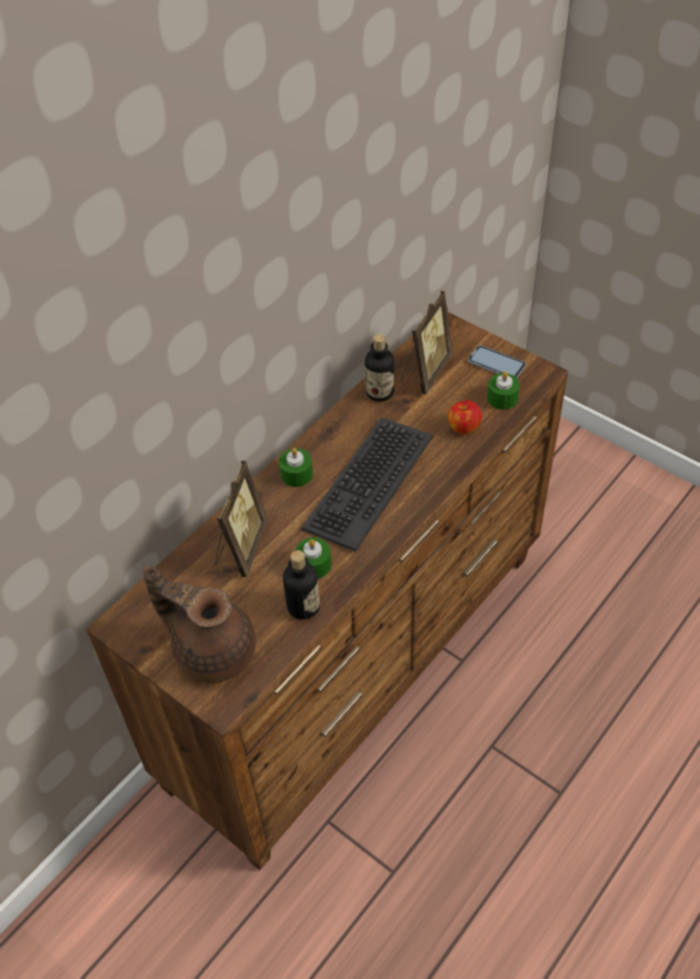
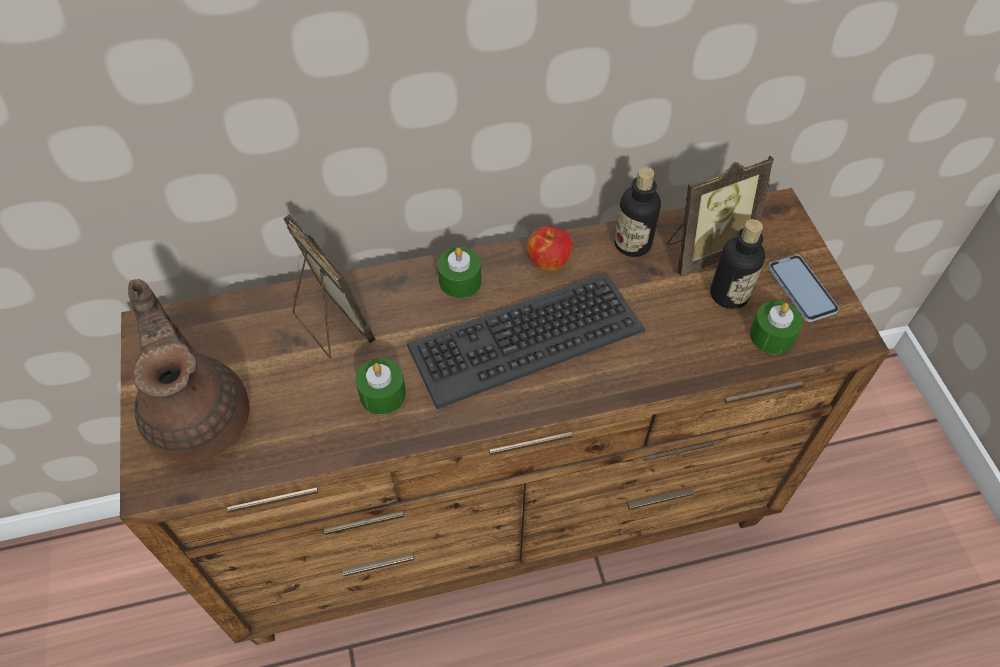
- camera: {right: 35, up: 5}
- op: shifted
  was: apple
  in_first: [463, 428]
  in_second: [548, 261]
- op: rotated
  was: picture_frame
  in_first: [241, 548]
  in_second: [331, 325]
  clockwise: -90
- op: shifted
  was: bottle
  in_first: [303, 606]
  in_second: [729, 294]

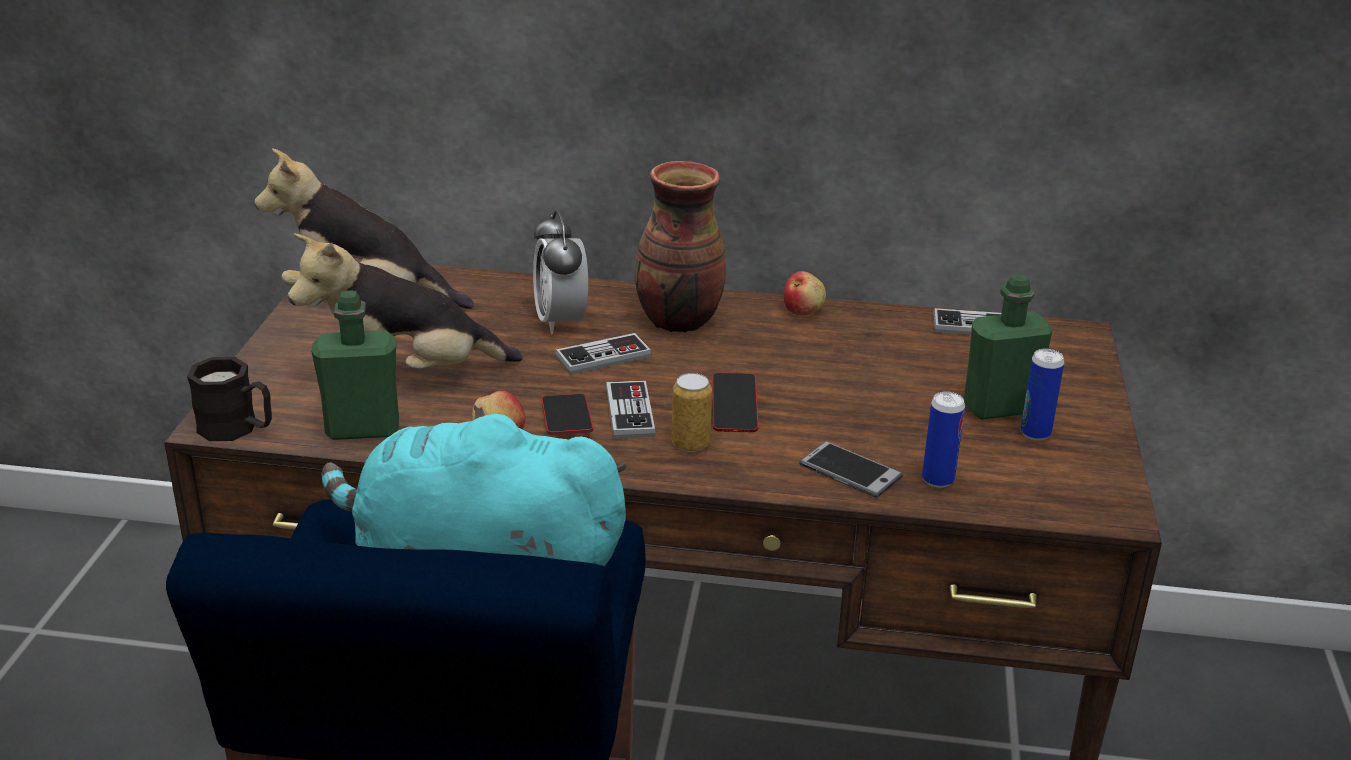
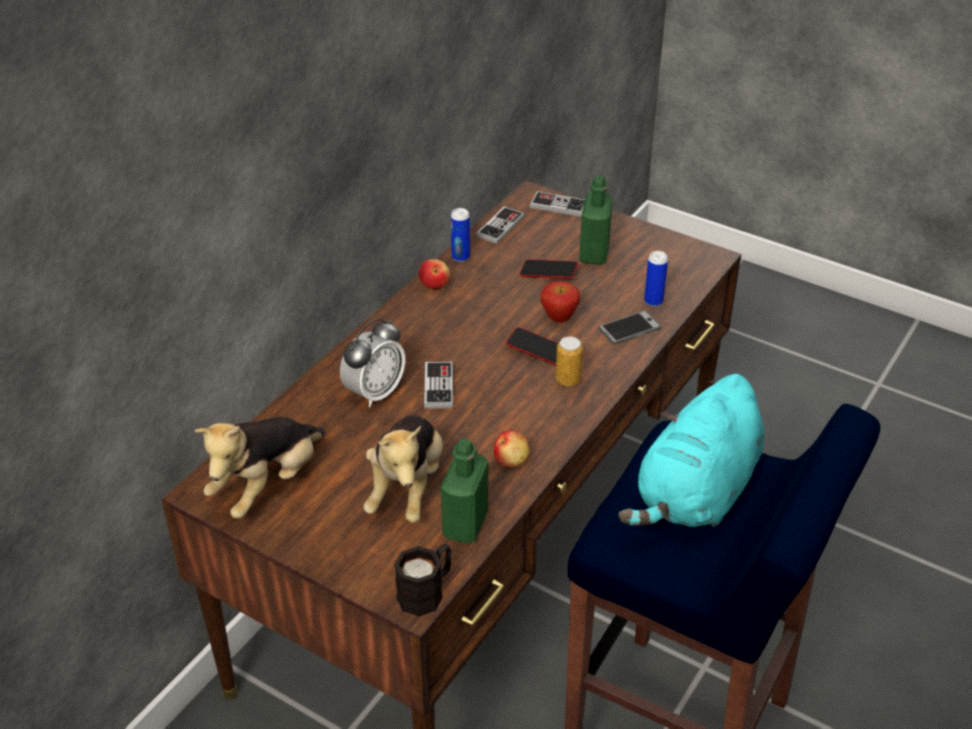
- camera: {right: -65, up: 10}
- op: gone
  was: vase
  in_first: [677, 320]
- op: rotated
  was: alarm_clock
  in_first: [561, 321]
  in_second: [374, 393]
  clockwise: -60
- op: shifted
  was: can
  in_first: [1035, 433]
  in_second: [460, 257]
- op: shifted
  was: game_controller
  in_first: [630, 412]
  in_second: [558, 206]
- op: shifted
  was: phone
  in_first: [566, 420]
  in_second: [548, 273]
- op: new
  now: apple
  in_second: [559, 318]

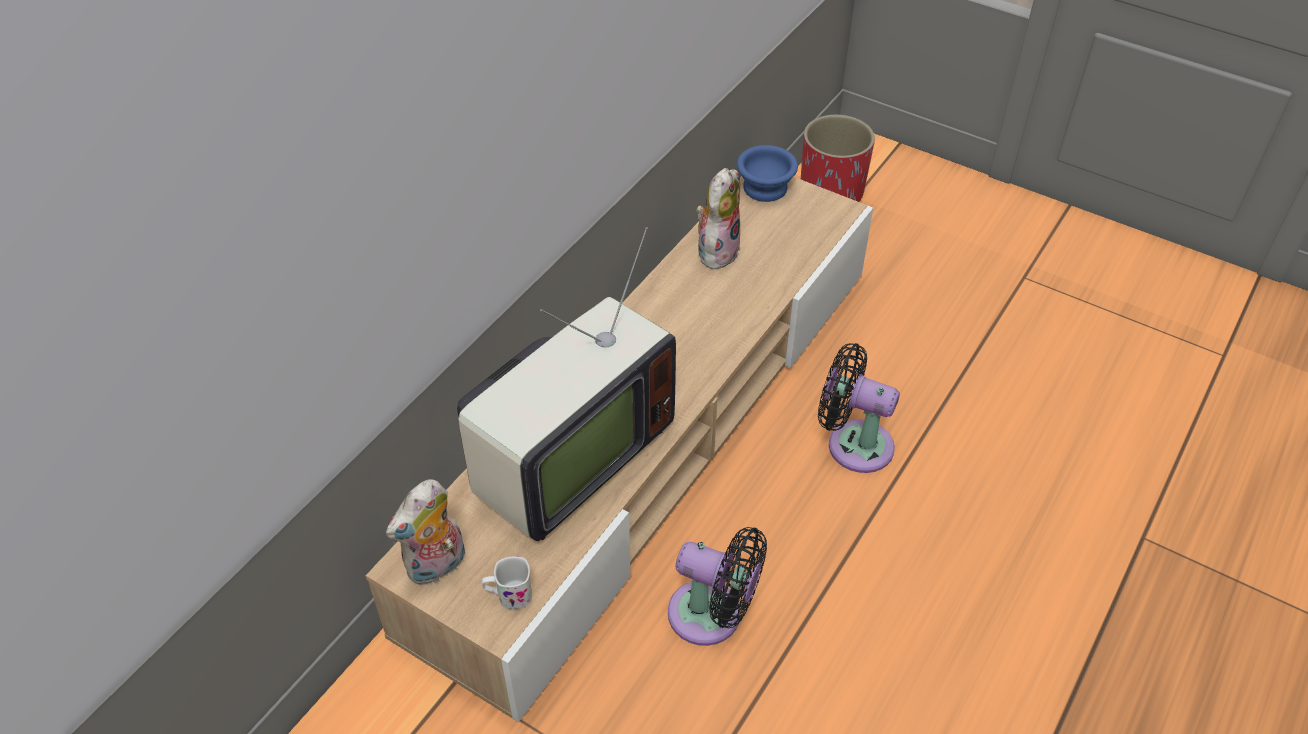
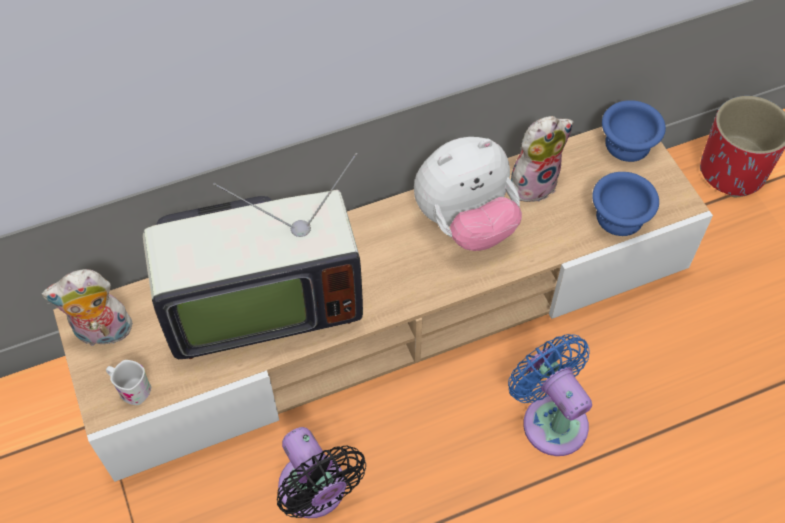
- camera: {right: 35, up: 10}
- op: repainted
  was: black_fan
  now: blue_fan
  in_first: [853, 444]
  in_second: [551, 418]
- op: new
  now: plush_toy
  in_second: [465, 223]
- op: new
  now: blue_bowl
  in_second: [617, 216]

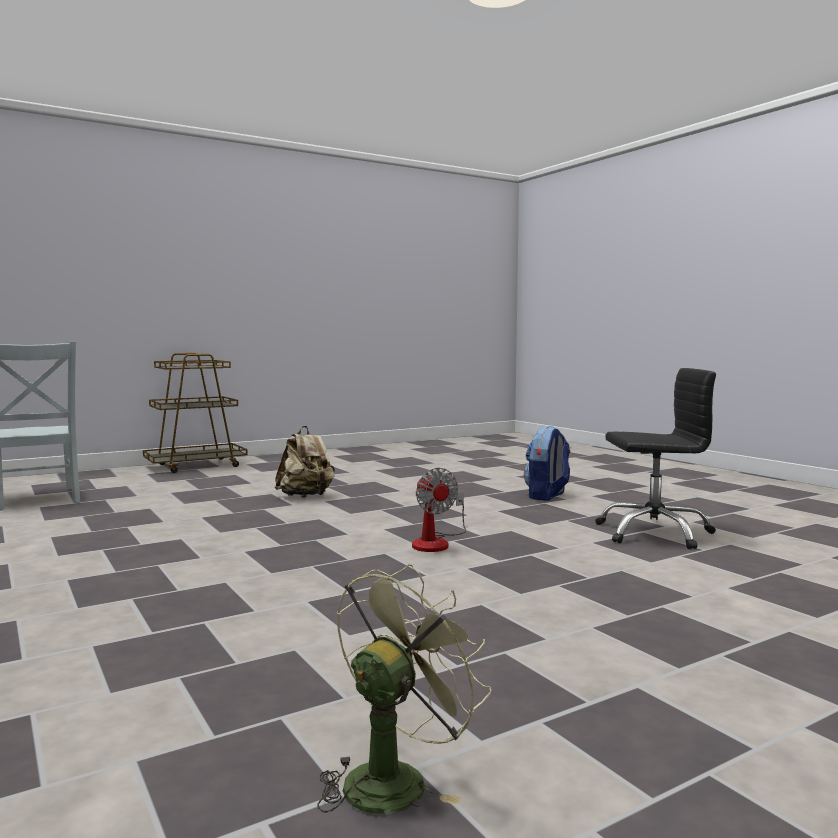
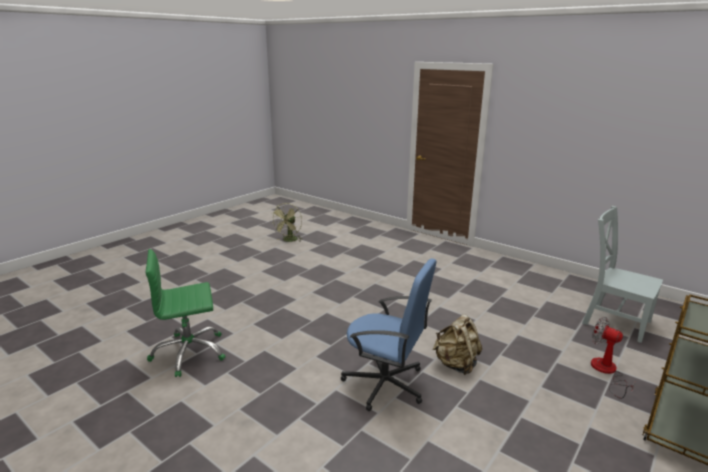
- camera: {right: 160, up: 15}
- op: repainted
  was: black_office_chair
  now: green_office_chair
  in_first: [654, 532]
  in_second: [189, 353]
- op: gone
  was: backpack
  in_first: [547, 496]
- op: shifted
  was: fan
  in_first: [436, 542]
  in_second: [606, 372]
- op: new
  now: blue_office_chair
  in_second: [385, 384]

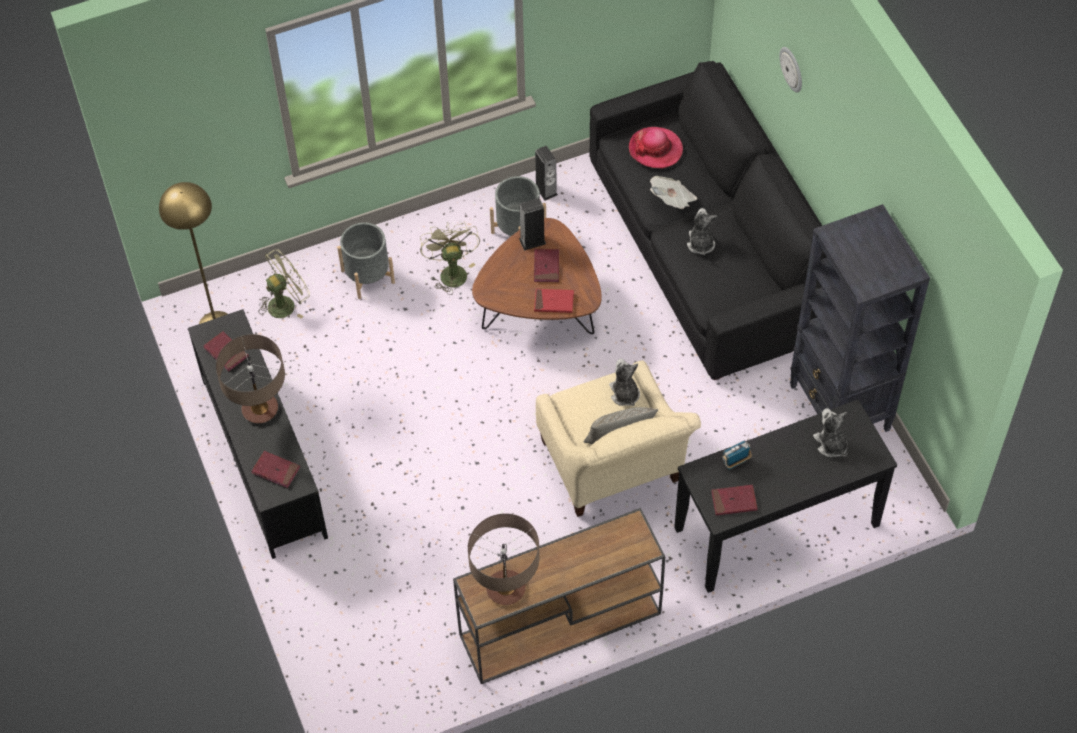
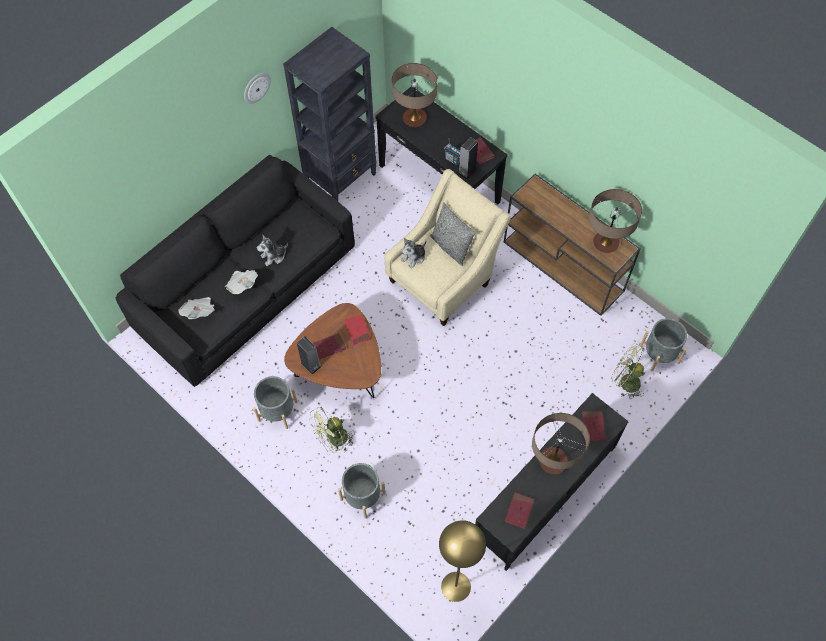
- camera: {right: -115, up: 5}
- op: shifted
  was: wall_clock
  in_first: [792, 69]
  in_second: [256, 87]
- op: swapped
  was: hat
  now: newspaper
  in_first: [655, 149]
  in_second: [199, 312]
- op: shifted
  was: speaker
  in_first: [546, 190]
  in_second: [467, 171]
- op: shifted
  was: green_fan
  in_first: [286, 303]
  in_second: [625, 382]
- op: swapped
  was: plush_toy
  now: table_lamp
  in_first: [830, 444]
  in_second: [414, 119]
- op: new
  now: grey_planter
  in_second: [659, 354]

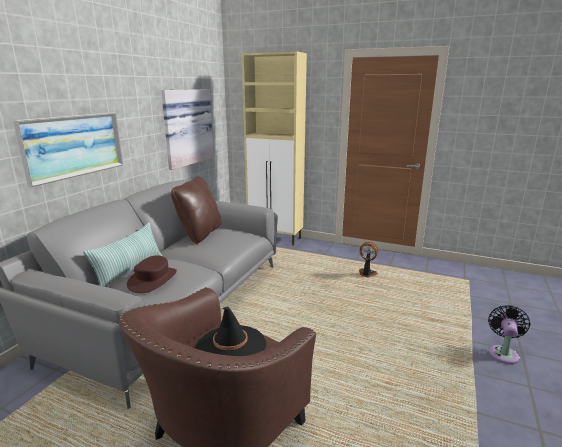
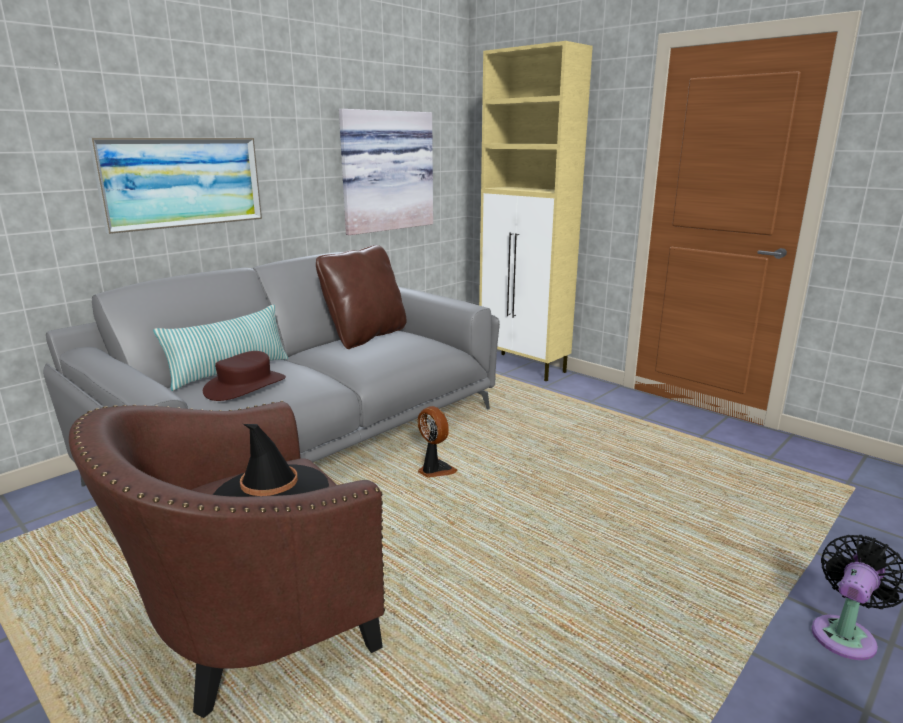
- camera: {right: 20, up: 0}
- op: shifted
  was: fan
  in_first: [367, 274]
  in_second: [435, 470]

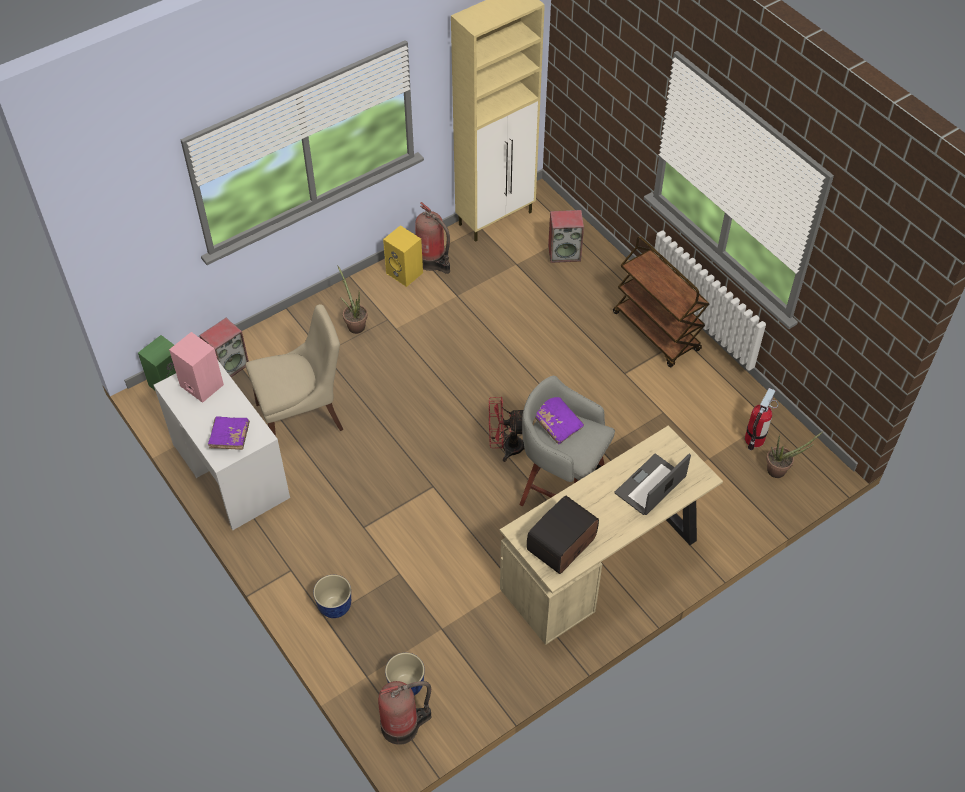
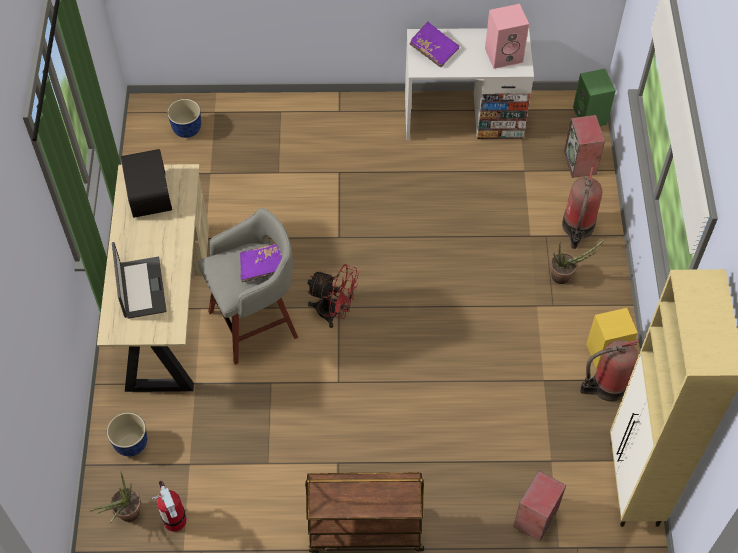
- camera: {right: 125, up: 5}
- op: gone
  was: beige_chair
  in_first: [303, 415]
- op: rotated
  was: red_fan
  in_first: [506, 447]
  in_second: [334, 312]
  clockwise: 75
- op: shifted
  was: planter
  in_first: [335, 607]
  in_second: [131, 444]
- op: shifted
  was: fire_extinguisher
  in_first: [403, 725]
  in_second: [577, 228]

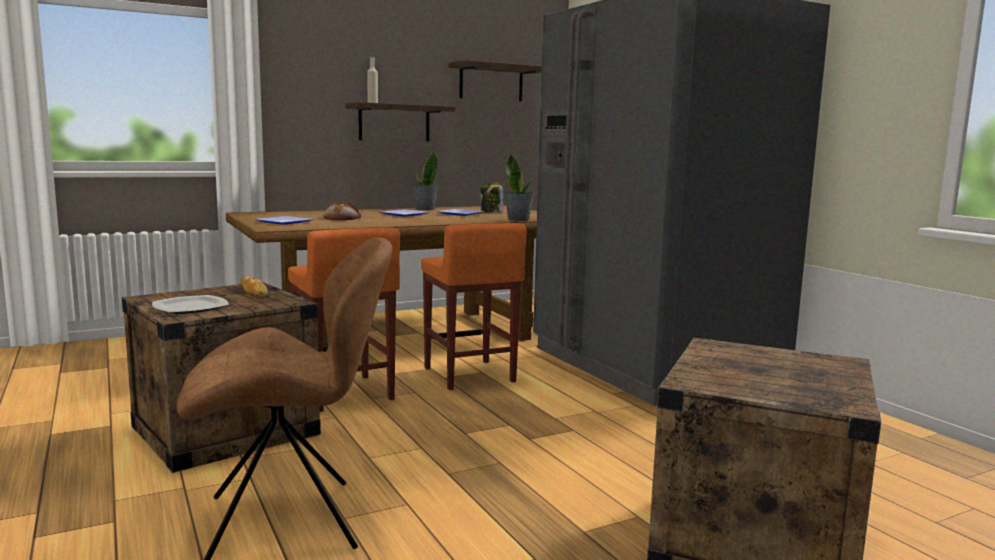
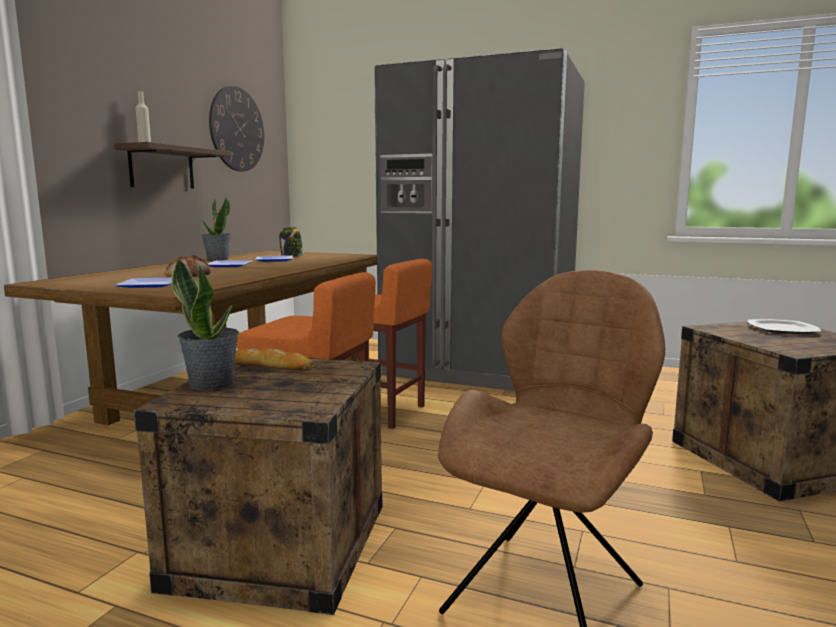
- camera: {right: -40, up: 0}
- op: swapped
  was: shelf
  now: wall_clock
  in_first: [491, 83]
  in_second: [237, 129]
- op: shifted
  was: potted_plant
  in_first: [518, 219]
  in_second: [212, 383]
- op: shifted
  was: plate
  in_first: [191, 307]
  in_second: [781, 329]

